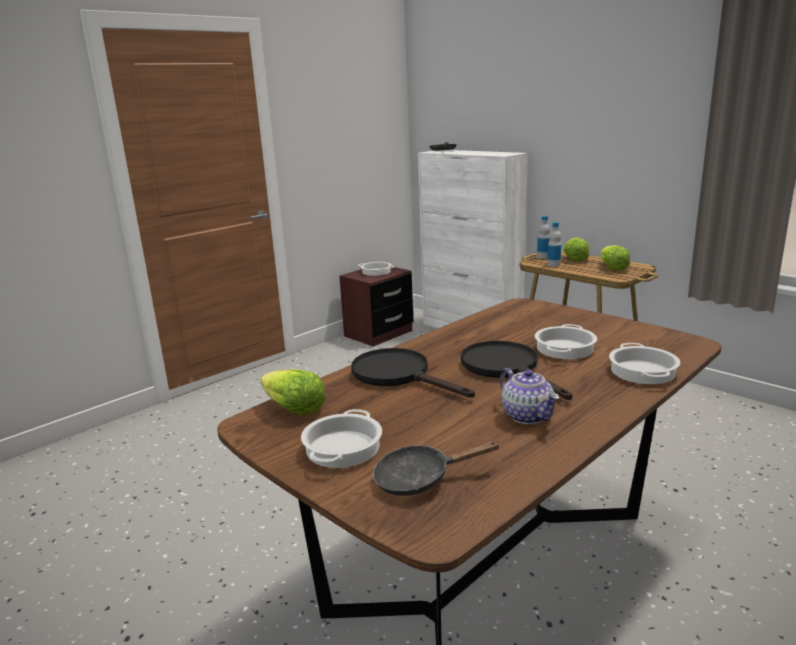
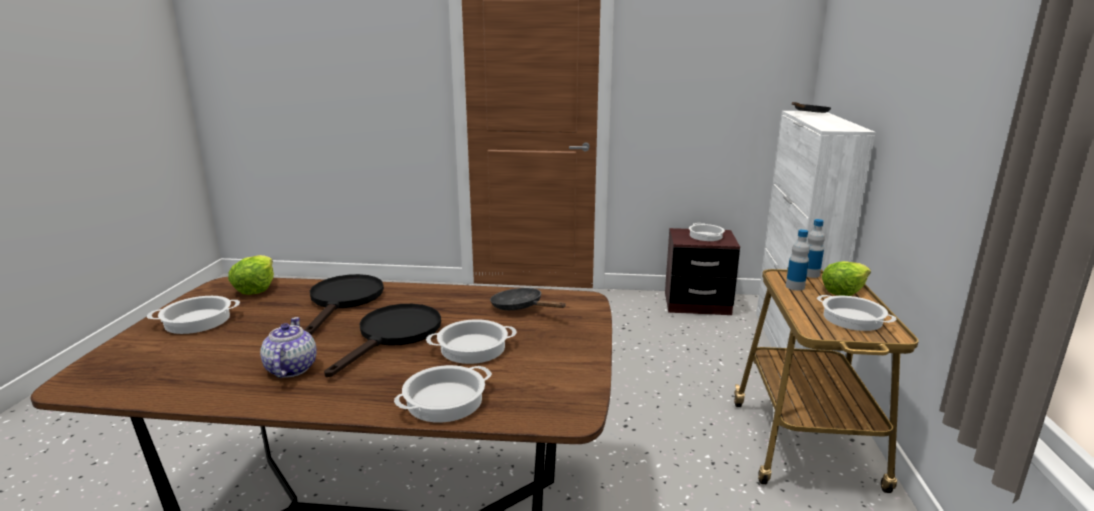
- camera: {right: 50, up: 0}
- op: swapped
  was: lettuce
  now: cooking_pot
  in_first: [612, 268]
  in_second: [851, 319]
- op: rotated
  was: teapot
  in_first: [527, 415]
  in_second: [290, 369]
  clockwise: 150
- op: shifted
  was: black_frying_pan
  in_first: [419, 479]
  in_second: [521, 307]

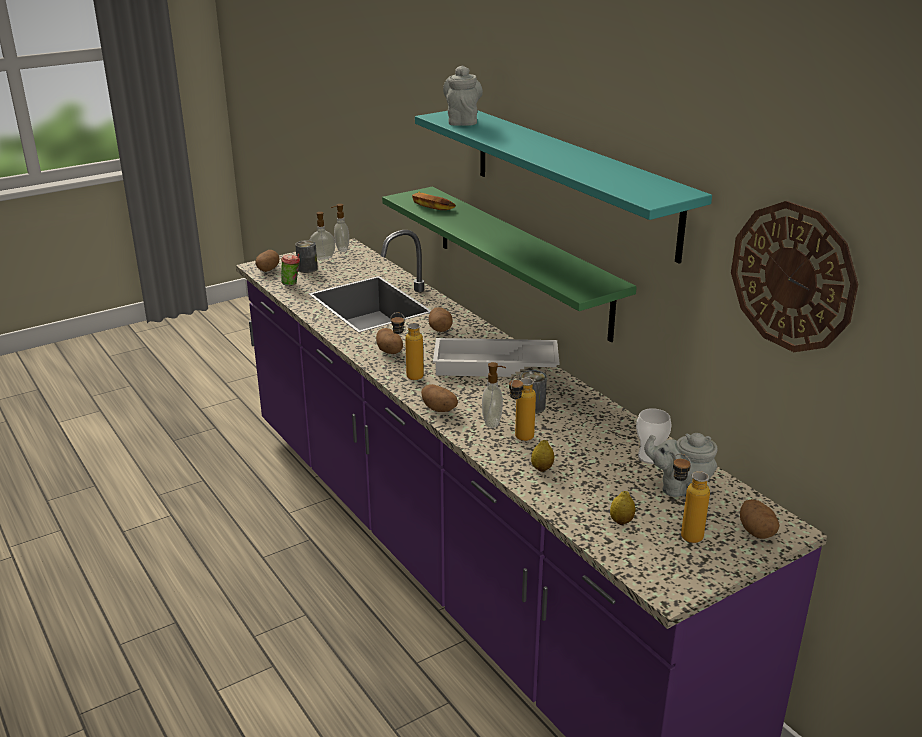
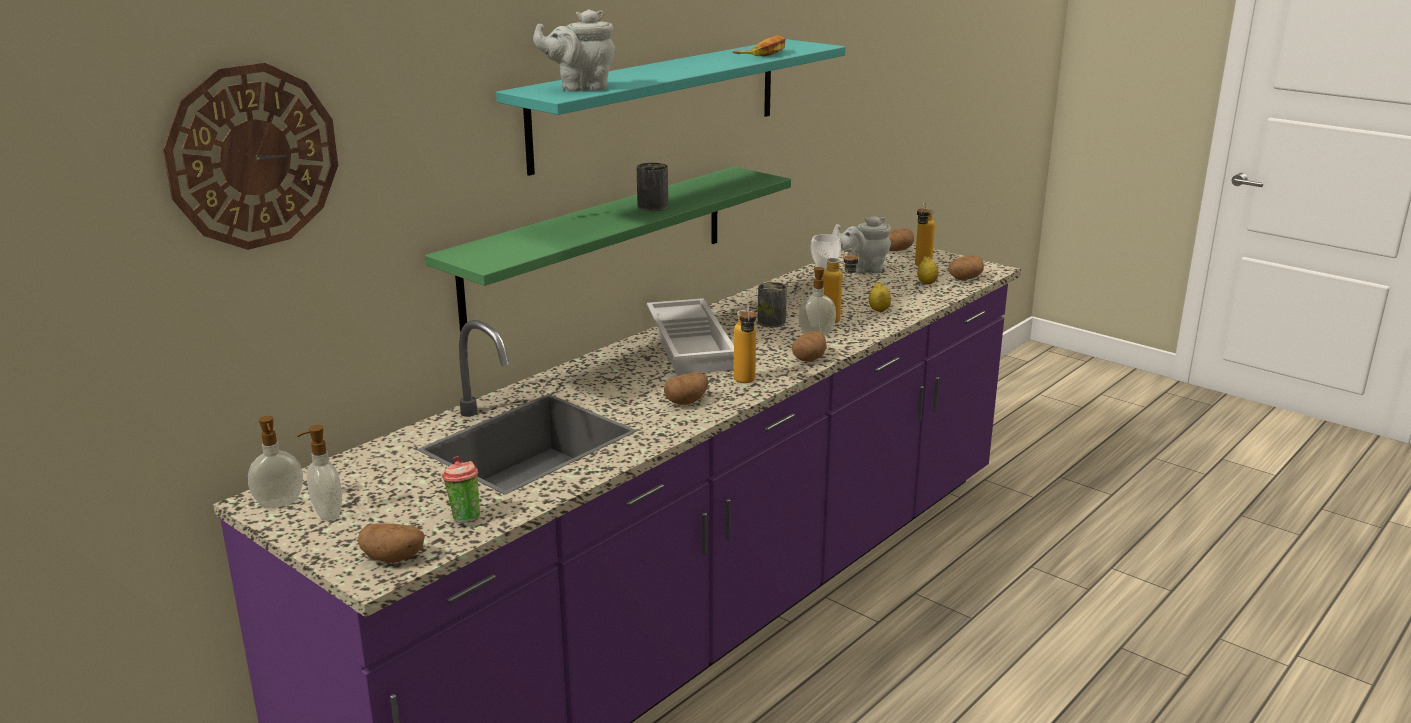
- camera: {right: -105, up: -5}
- op: shifted
  was: banana
  in_first: [432, 205]
  in_second: [762, 54]
- op: shifted
  was: wall_clock
  in_first: [792, 277]
  in_second: [253, 156]
- op: shifted
  was: can
  in_first: [307, 269]
  in_second: [652, 206]
- op: shifted
  was: potato
  in_first: [440, 329]
  in_second: [964, 279]
- op: rotated
  was: grey_teapot
  in_first: [680, 488]
  in_second: [863, 269]
  clockwise: 90

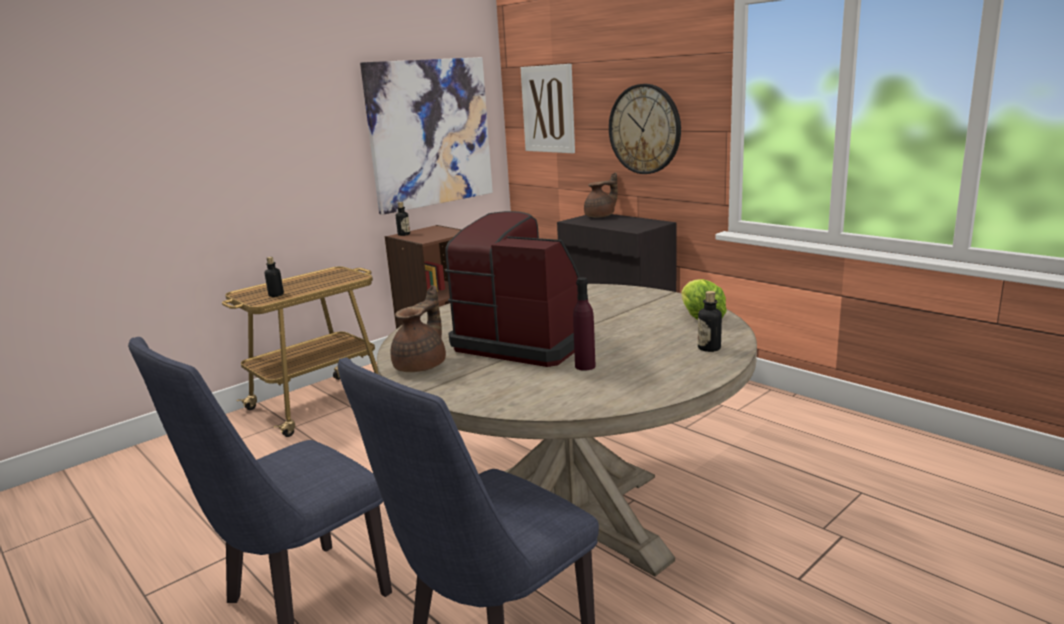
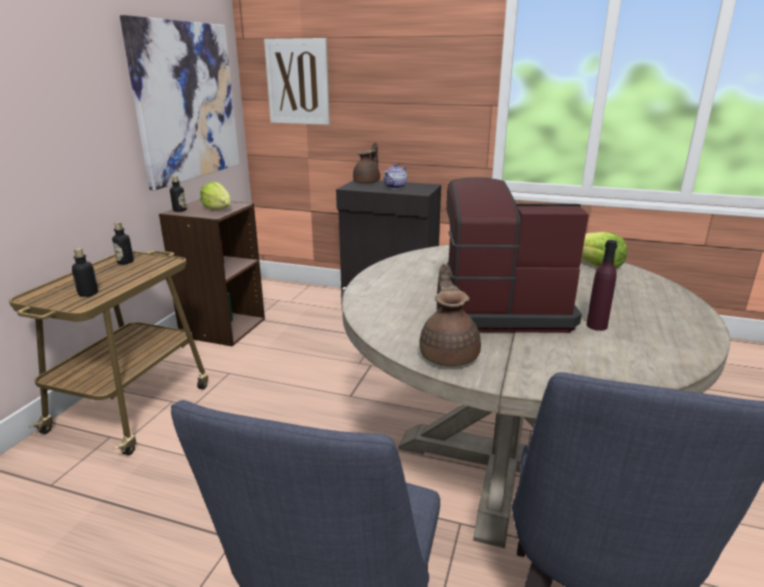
- camera: {right: -30, up: 5}
- op: gone
  was: wall_clock
  in_first: [645, 129]
- op: shifted
  was: bottle
  in_first: [709, 348]
  in_second: [125, 262]
- op: new
  now: teapot
  in_second: [395, 187]
- op: new
  now: lettuce
  in_second: [218, 209]

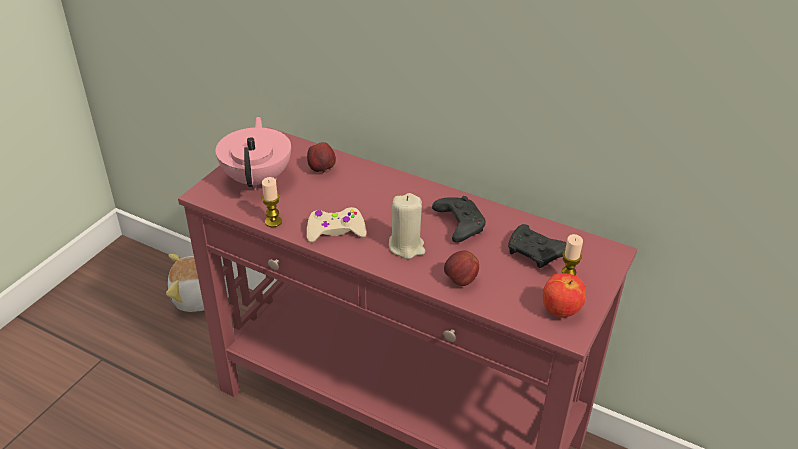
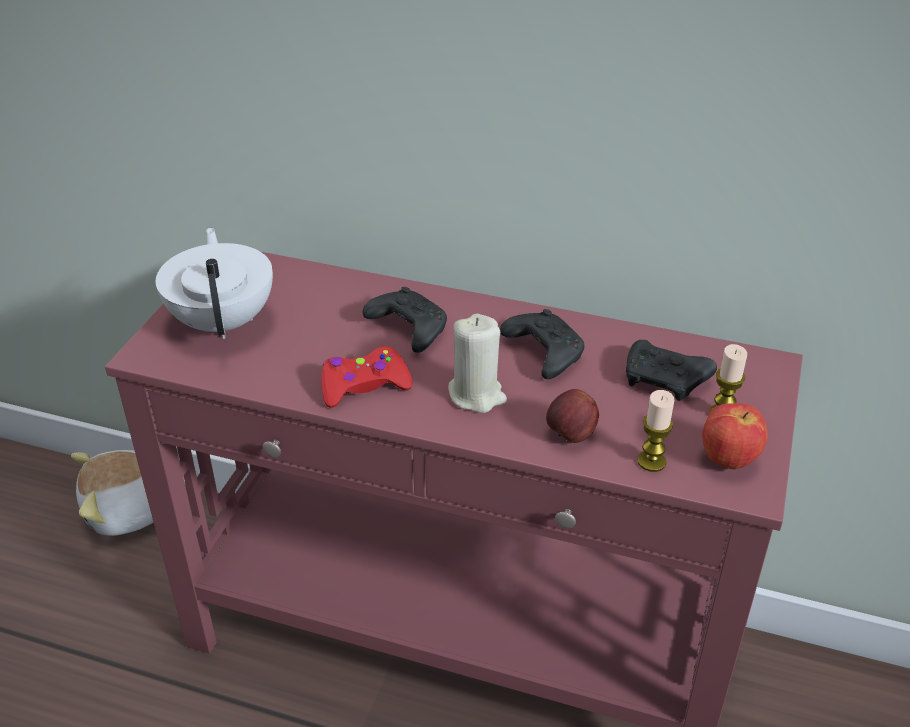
- camera: {right: -10, up: 0}
- op: repainted
  was: pink_teapot
  now: white_teapot
  in_first: [258, 178]
  in_second: [223, 321]
- op: gone
  was: apple
  in_first: [322, 170]
- op: shifted
  was: candle
  in_first: [273, 222]
  in_second: [651, 461]
- op: repainted
  was: beige_game_controller
  now: red_game_controller
  in_first: [335, 231]
  in_second: [364, 385]
- op: new
  now: black_game_controller
  in_second: [407, 329]

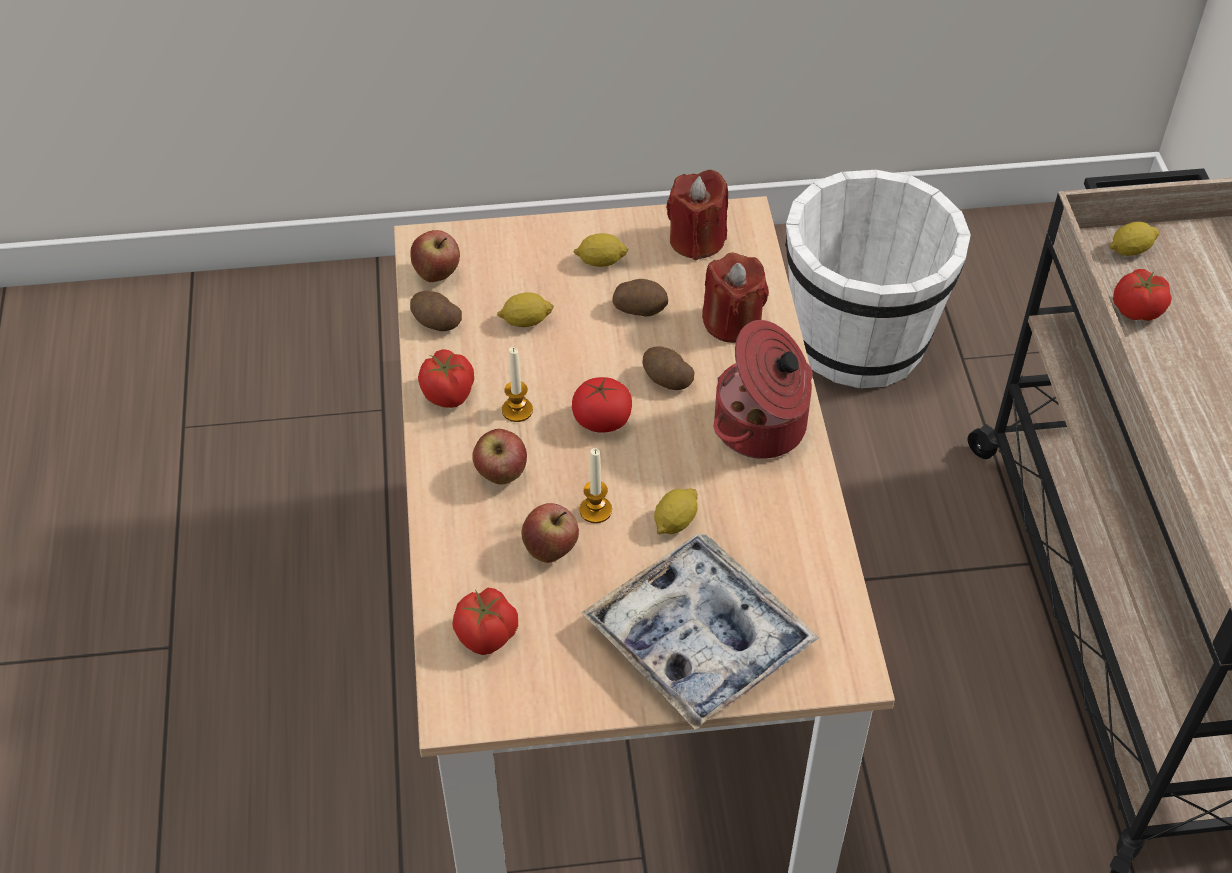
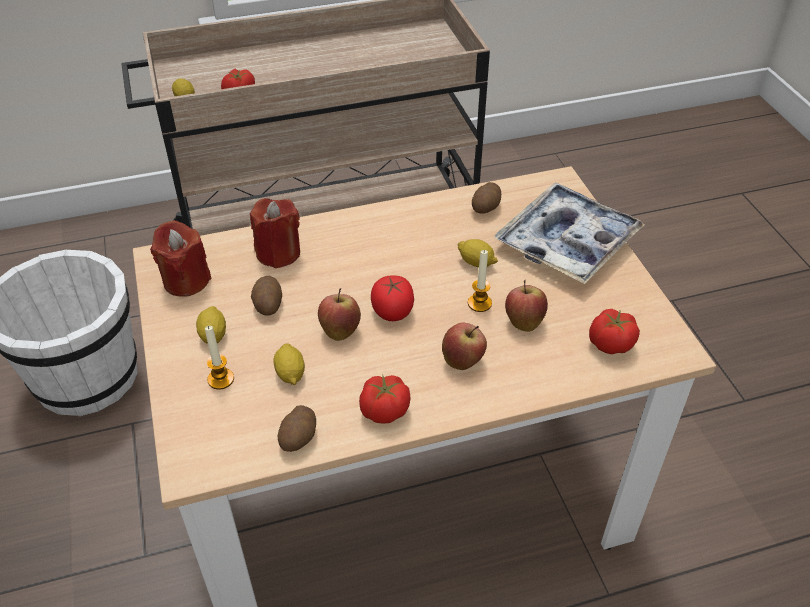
- camera: {right: -100, up: -5}
- op: shifted
  was: apple
  in_first: [437, 275]
  in_second: [340, 330]
- op: gone
  was: cooking_pot
  in_first: [762, 428]
- op: shifted
  was: potato
  in_first: [666, 380]
  in_second: [486, 207]
- op: shifted
  was: candle
  in_first: [517, 410]
  in_second: [221, 379]

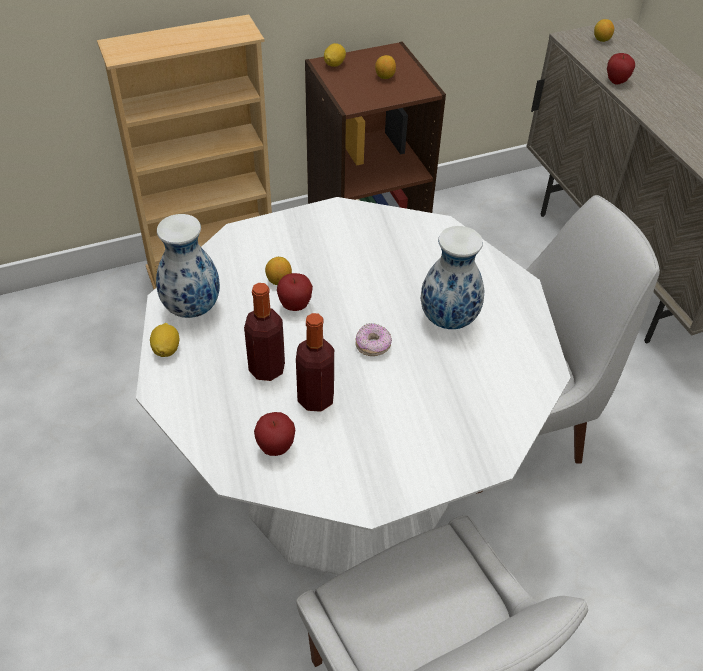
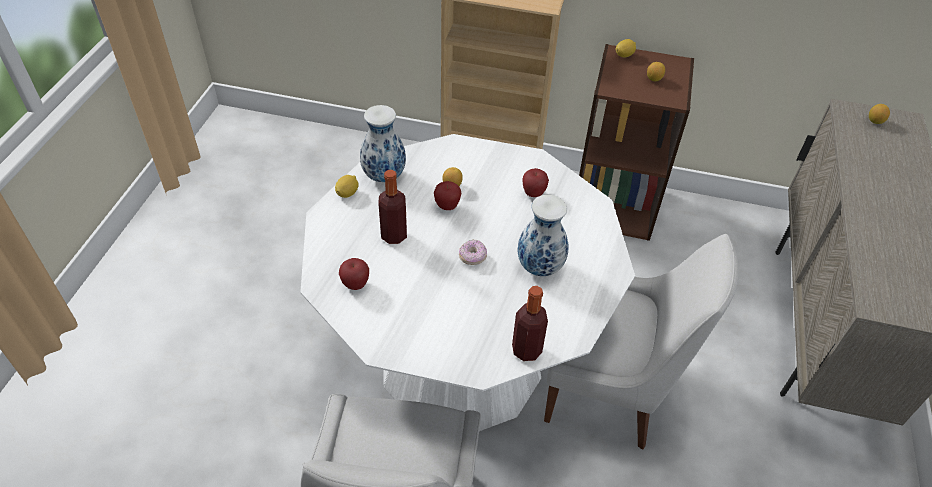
- camera: {right: 35, up: 0}
- op: shifted
  was: apple
  in_first: [616, 81]
  in_second: [533, 193]
- op: shifted
  was: bottle
  in_first: [315, 398]
  in_second: [526, 350]

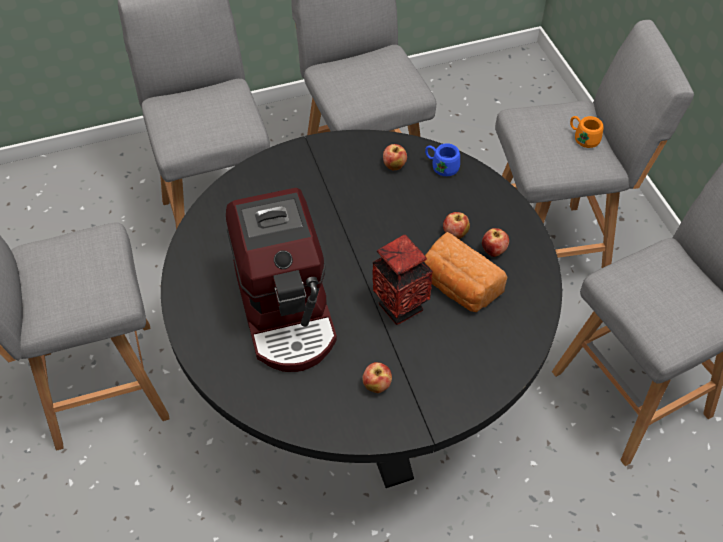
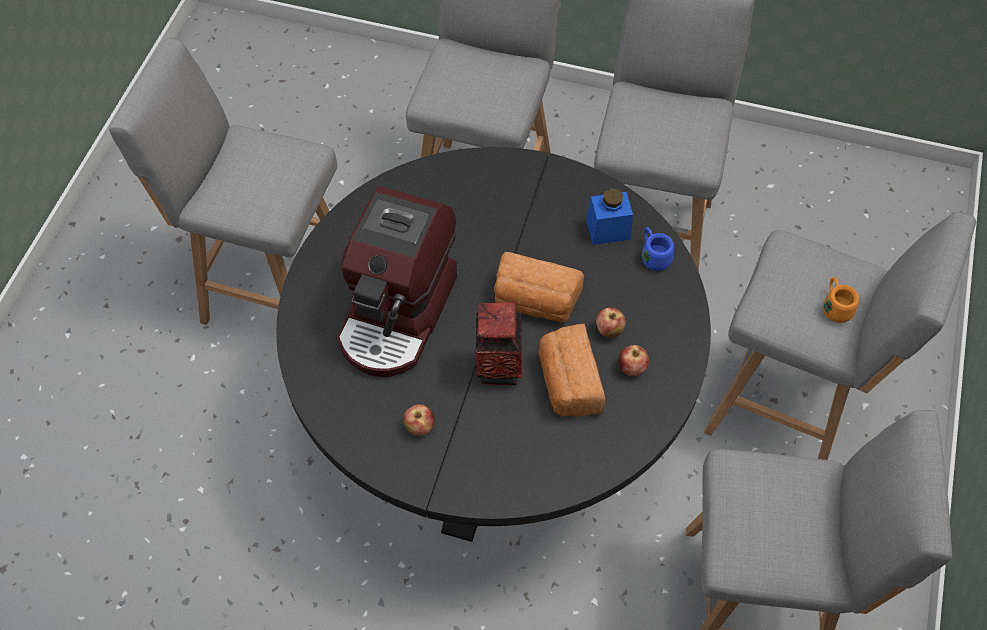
- camera: {right: 35, up: 5}
- op: swapped
  was: apple
  now: blue_jar
  in_first: [394, 166]
  in_second: [608, 229]
- op: new
  now: bread
  in_second: [535, 302]

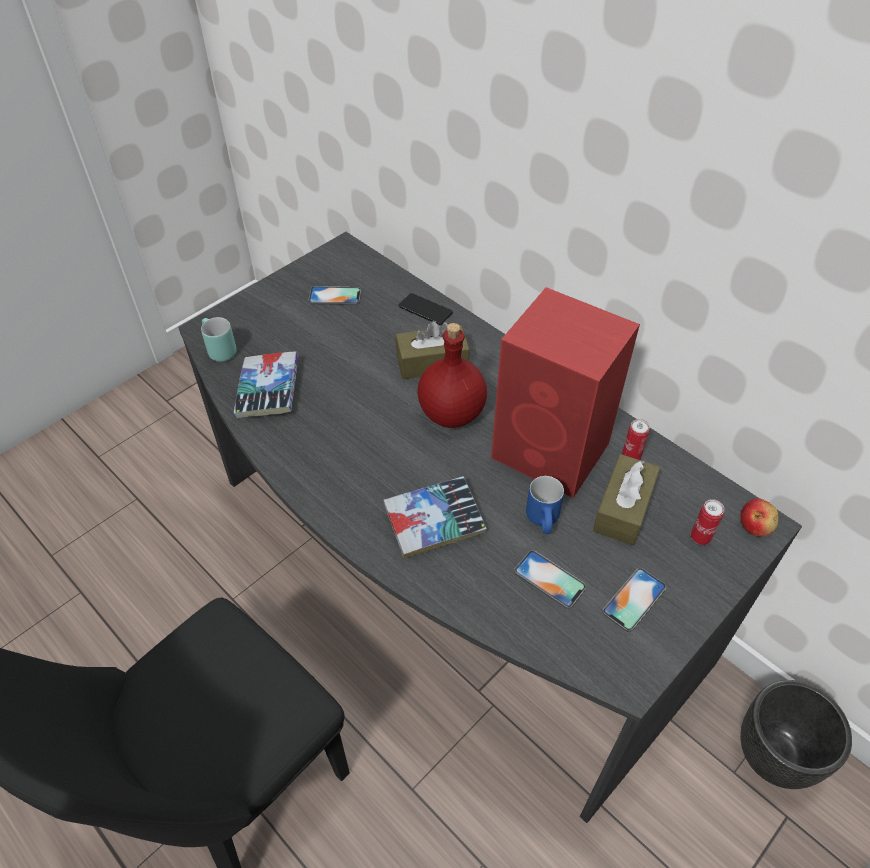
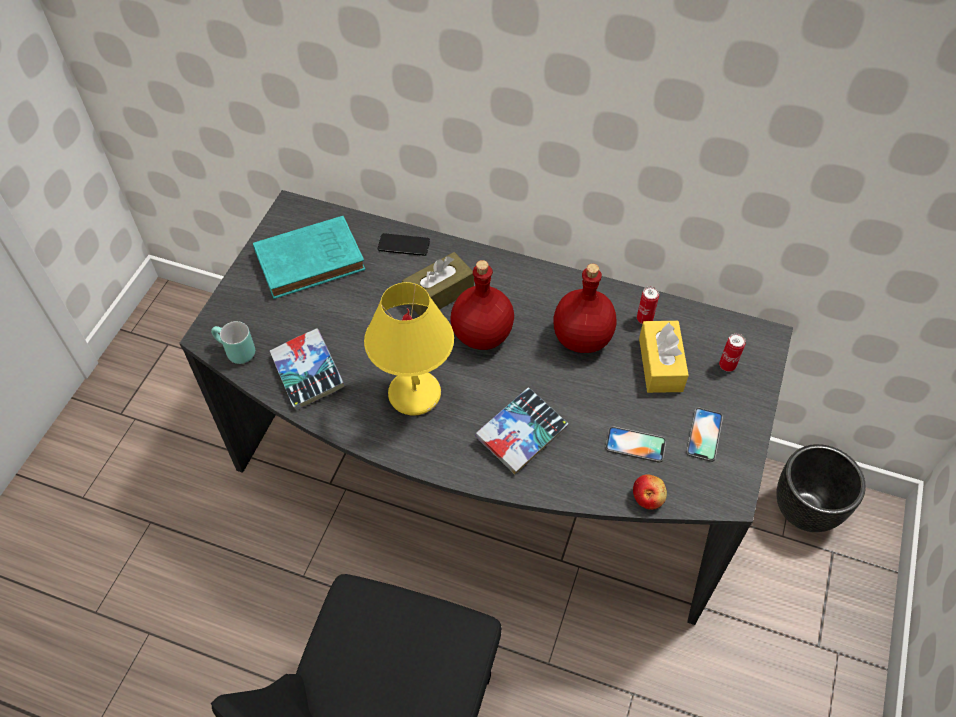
- camera: {right: -25, up: 5}
- op: swapped
  was: phone
  now: turquoise_book
  in_first: [335, 296]
  in_second: [313, 260]
- op: swapped
  was: red_speaker
  now: red_bottle
  in_first: [553, 452]
  in_second: [582, 337]
- op: repainted
  was: brown_tissue_box
  now: yellow_tissue_box
  in_first: [623, 508]
  in_second: [660, 364]
- op: gone
  was: blue_mug
  in_first: [545, 521]
- op: shifted
  was: apple
  in_first: [755, 525]
  in_second: [648, 497]
- op: new
  now: yellow_table_lamp
  in_second: [416, 394]

